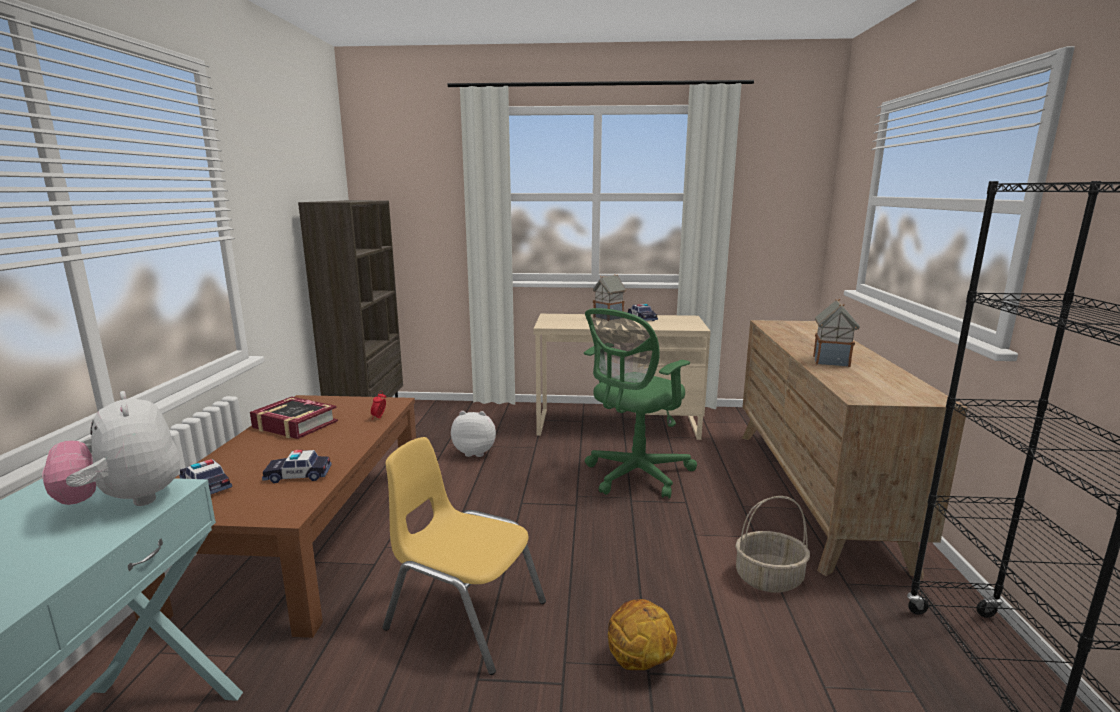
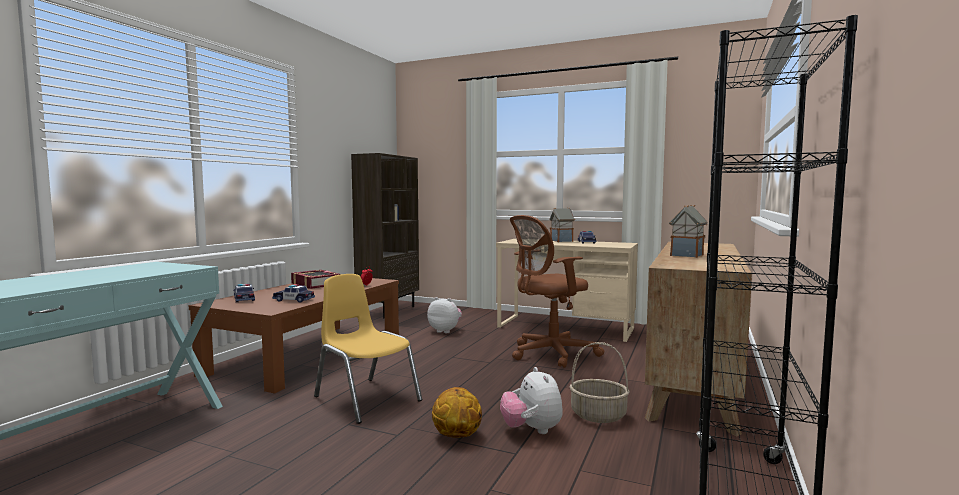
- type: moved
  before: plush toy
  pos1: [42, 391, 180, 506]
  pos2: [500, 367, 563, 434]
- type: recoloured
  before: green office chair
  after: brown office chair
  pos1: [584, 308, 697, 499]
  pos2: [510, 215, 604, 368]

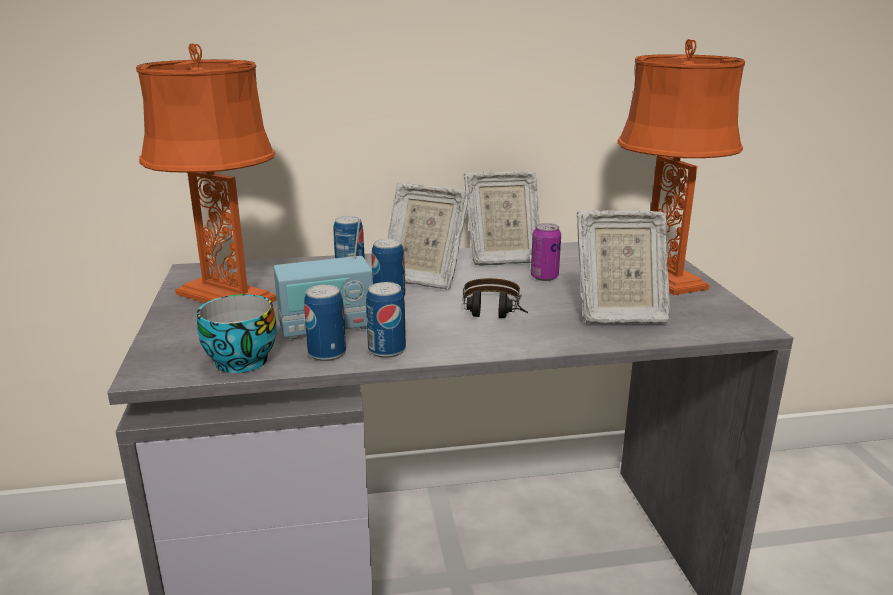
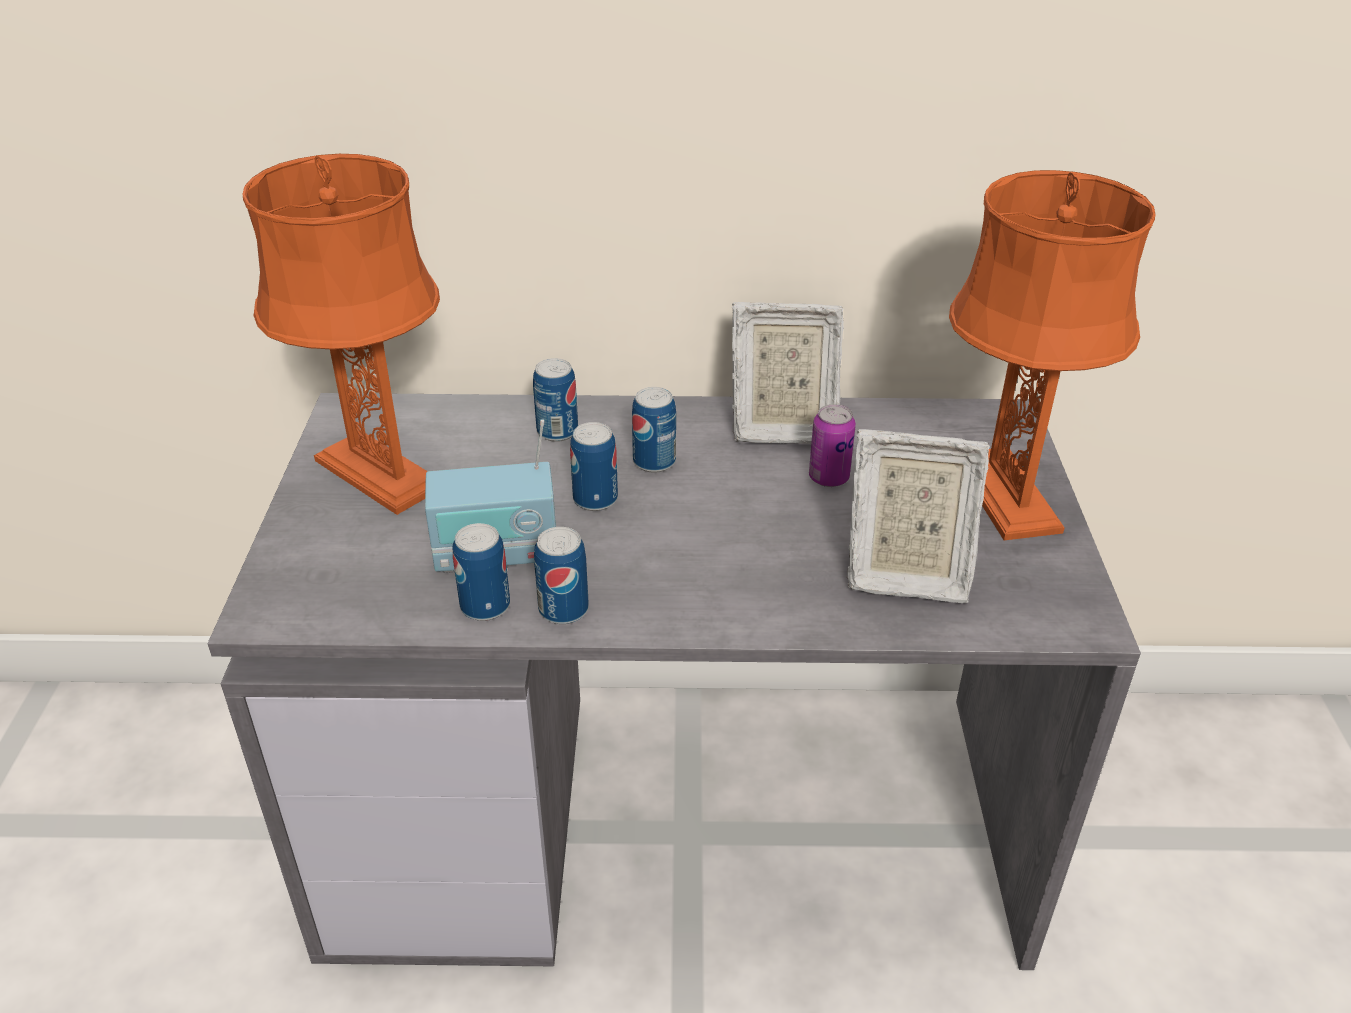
- type: replaced
  before: picture frame
  after: can
  pos1: [388, 182, 470, 290]
  pos2: [632, 387, 676, 473]
- type: removed
  before: cup
  pos1: [197, 294, 277, 373]
- type: removed
  before: headphones
  pos1: [463, 278, 528, 318]

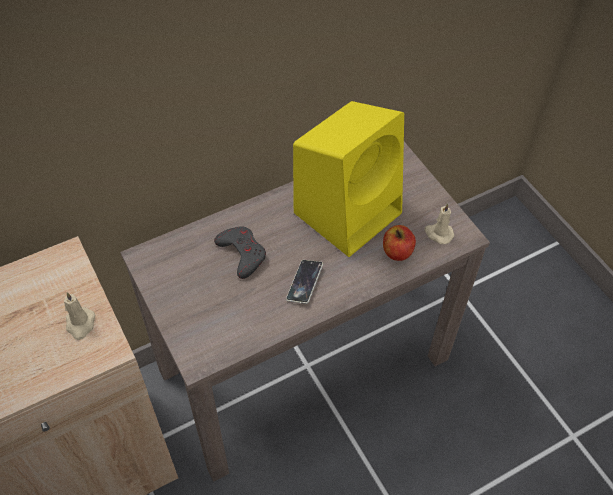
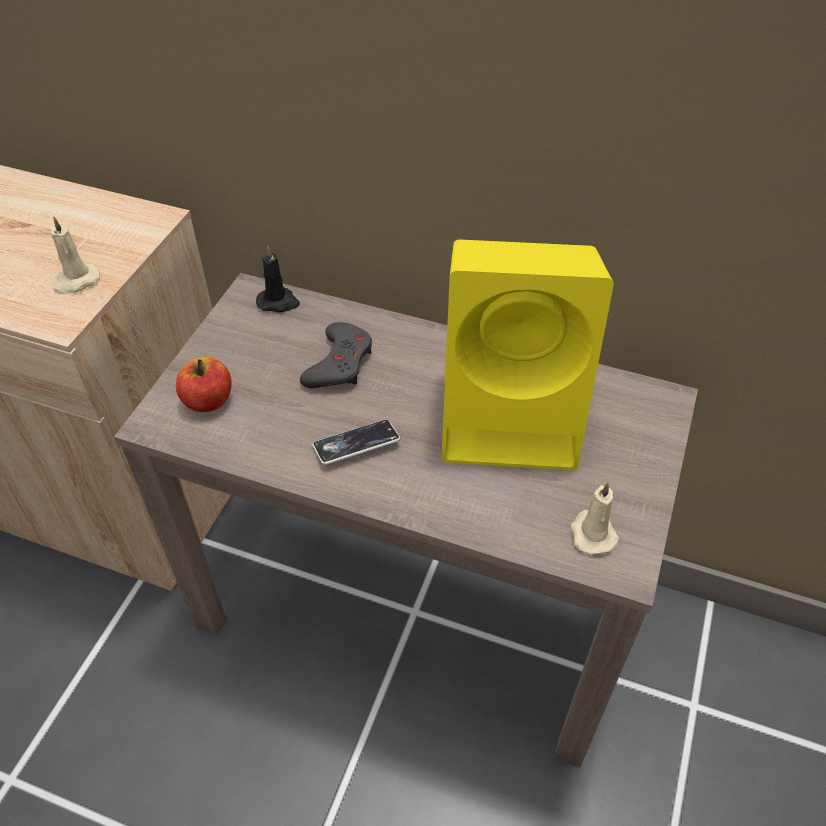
- type: moved
  before: apple
  pos1: [383, 225, 416, 261]
  pos2: [176, 357, 232, 412]
- type: added
  after: black candle
  pos2: [256, 246, 300, 313]

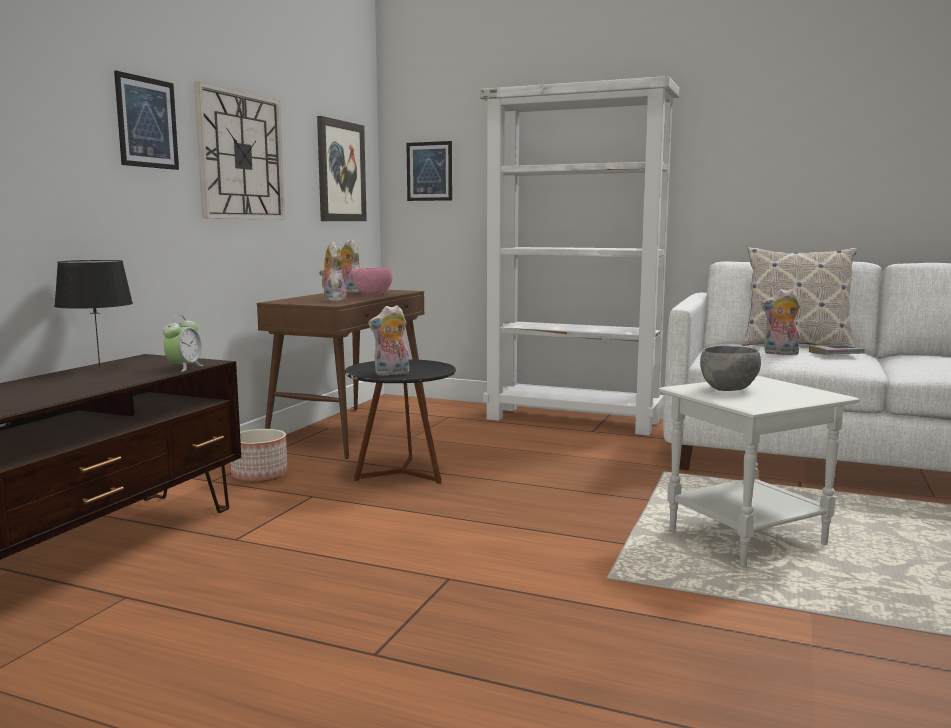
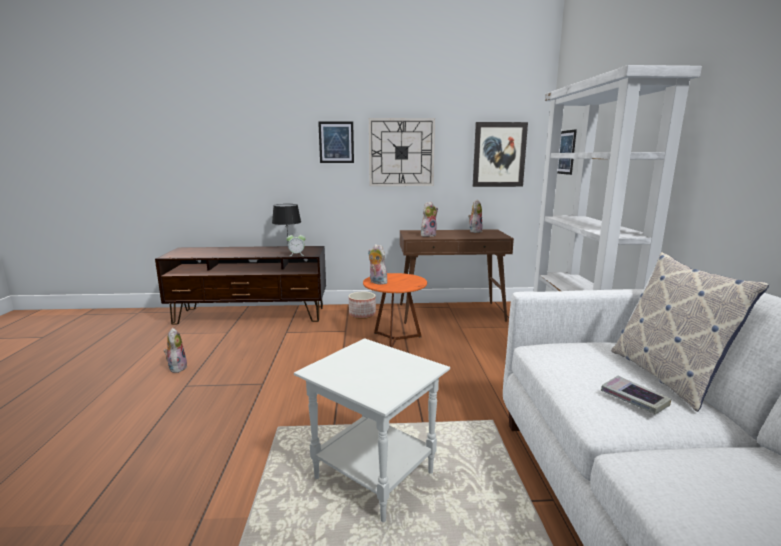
- type: moved
  before: plush toy
  pos1: [761, 289, 800, 356]
  pos2: [164, 328, 187, 373]
- type: recoloured
  before: black side table
  after: orange side table
  pos1: [345, 359, 456, 484]
  pos2: [363, 273, 427, 348]
- type: removed
  before: pink bowl
  pos1: [352, 267, 392, 295]
- type: removed
  before: grey bowl
  pos1: [700, 346, 761, 391]

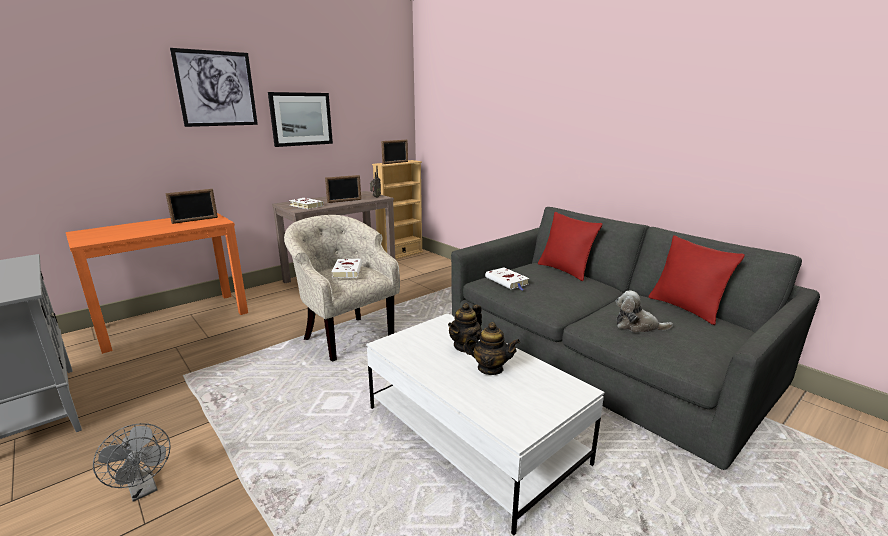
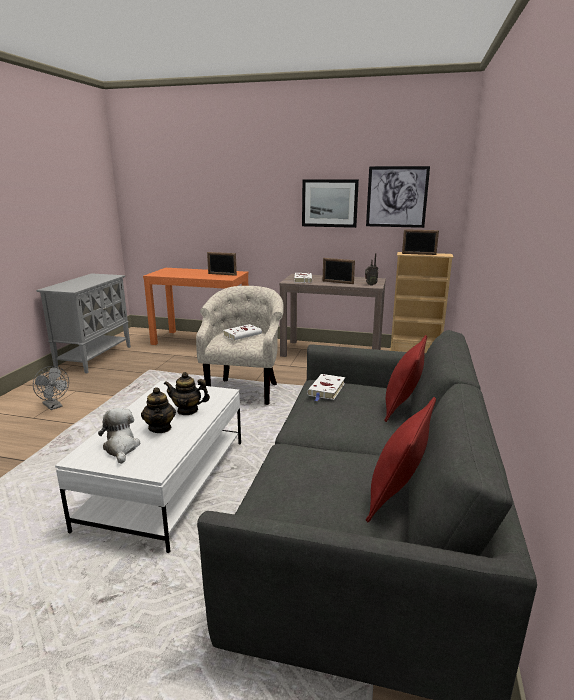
- type: turned
  before: grey fan
  pos1: [93, 423, 171, 502]
  pos2: [33, 366, 69, 410]
  turn: -60
- type: moved
  before: plush toy
  pos1: [616, 290, 673, 333]
  pos2: [98, 408, 140, 464]
- type: moved
  before: picture
  pos1: [170, 48, 258, 127]
  pos2: [366, 166, 430, 228]

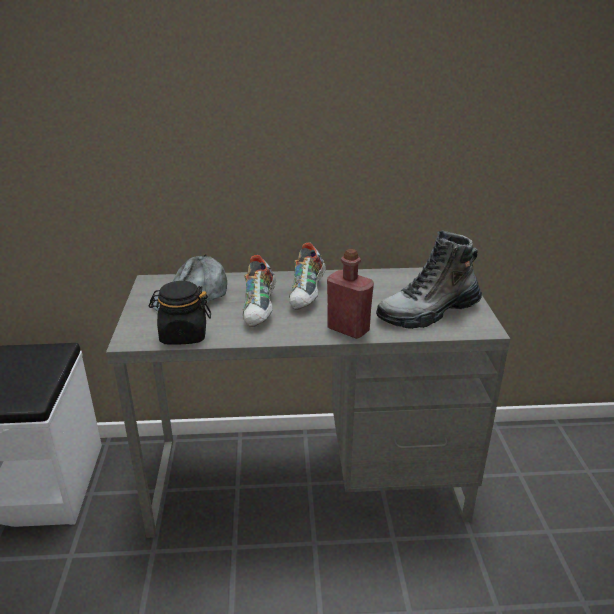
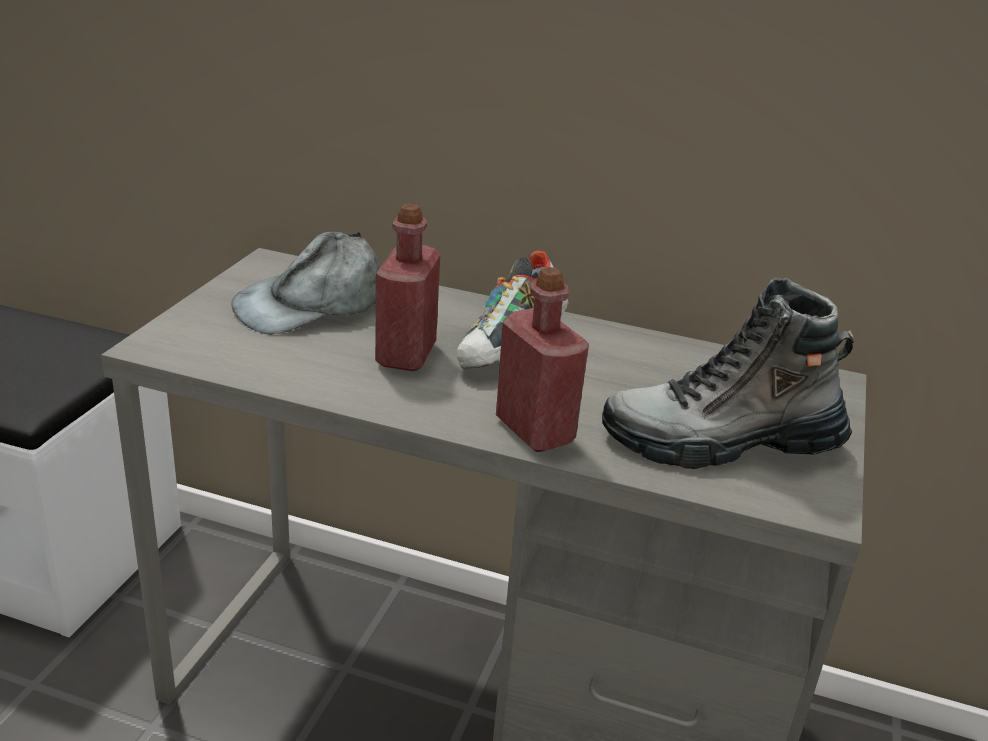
- type: replaced
  before: shoe
  after: red bottle
  pos1: [243, 255, 276, 327]
  pos2: [375, 204, 440, 371]
- type: removed
  before: black jar
  pos1: [149, 281, 211, 345]

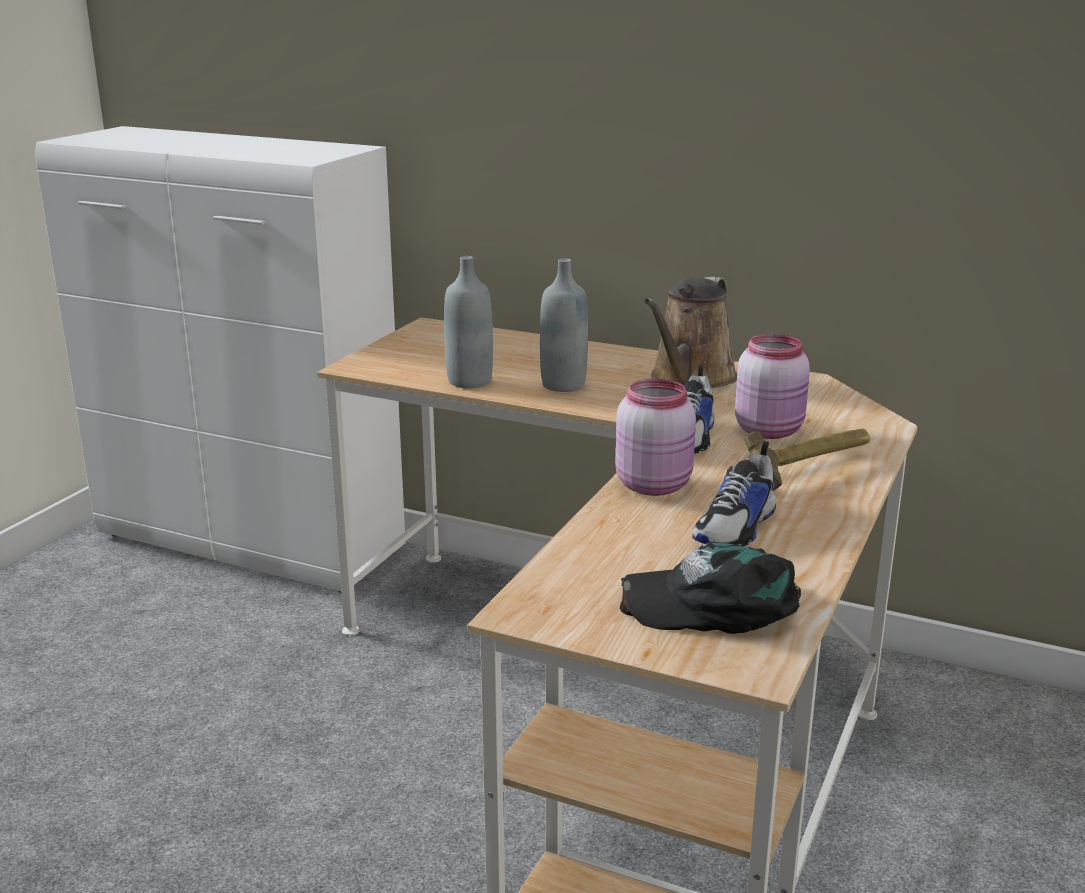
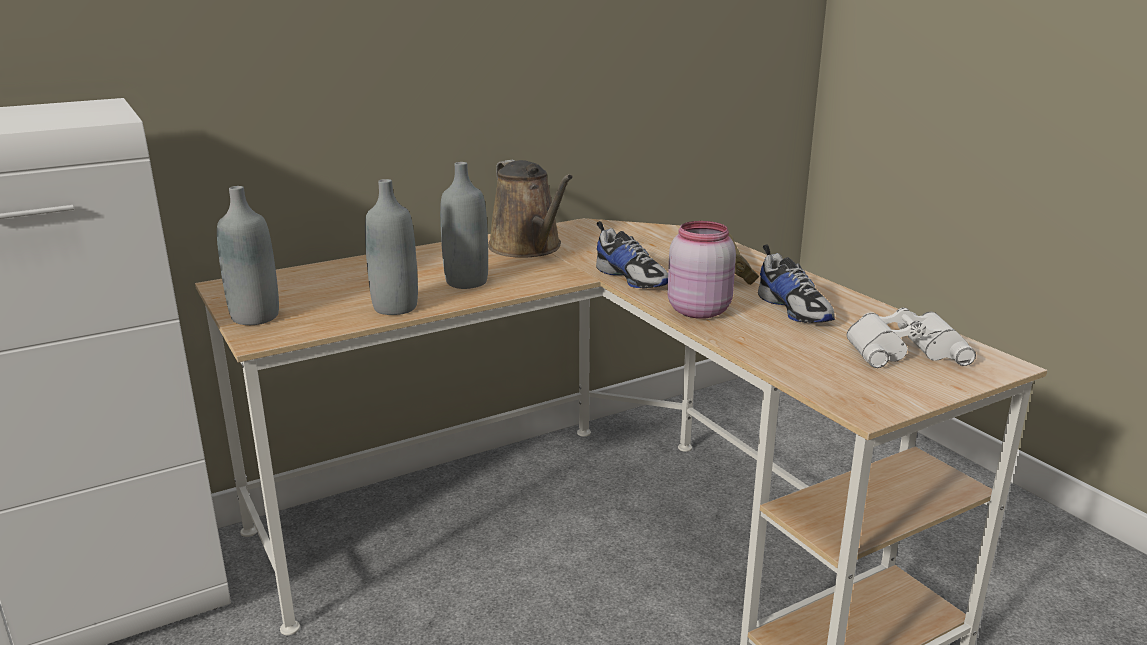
- type: added
  after: grey bottle
  pos2: [217, 186, 279, 325]
- type: replaced
  before: black cap
  after: white binoculars
  pos1: [620, 542, 801, 634]
  pos2: [847, 308, 976, 368]
- type: removed
  before: pink jar
  pos1: [735, 334, 810, 439]

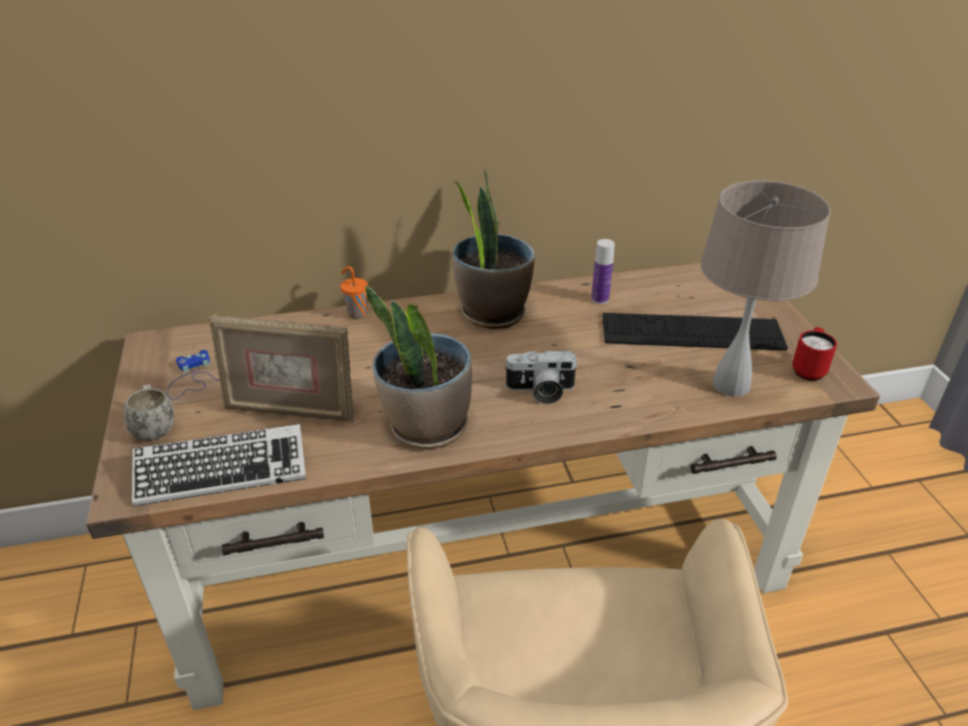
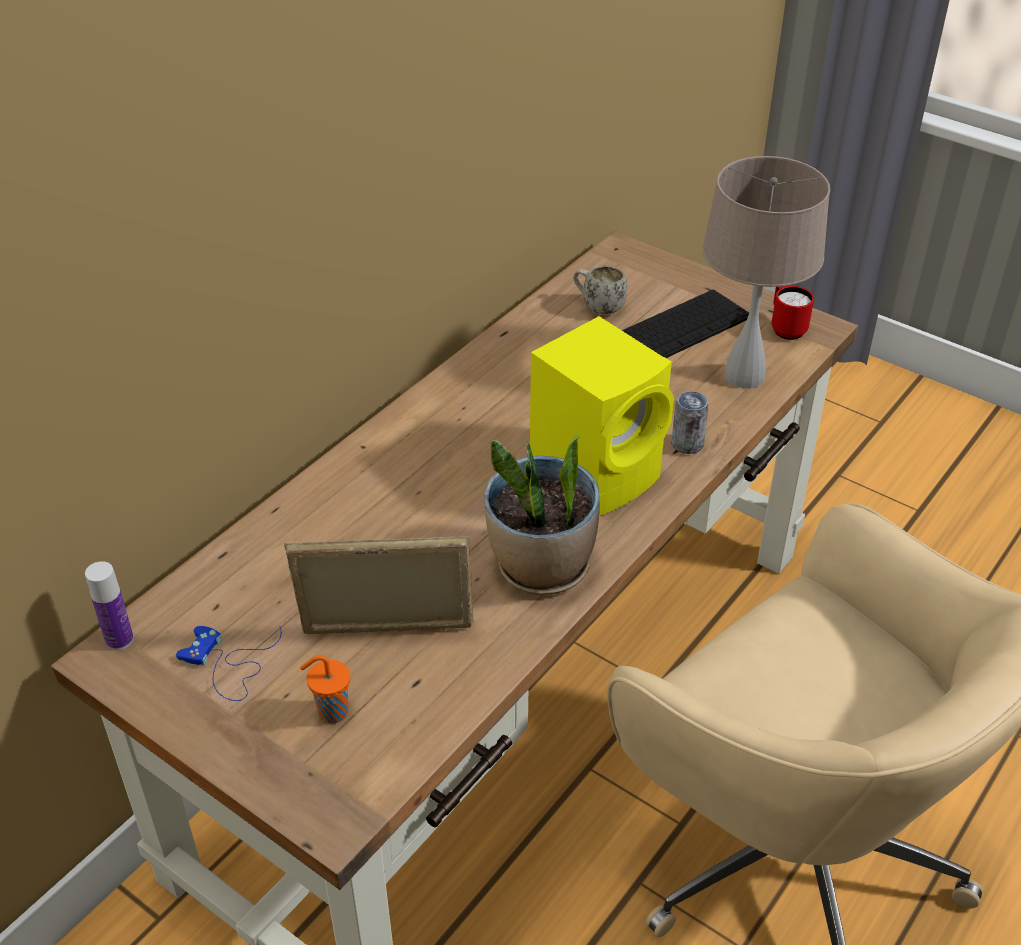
- type: moved
  before: bottle
  pos1: [591, 239, 615, 304]
  pos2: [85, 561, 134, 650]
- type: turned
  before: picture frame
  pos1: [209, 315, 354, 422]
  pos2: [284, 536, 474, 634]
  turn: -150
- type: moved
  before: orange cup
  pos1: [340, 266, 368, 320]
  pos2: [300, 655, 350, 723]
- type: replaced
  before: photo camera
  after: yellow speaker
  pos1: [504, 351, 578, 404]
  pos2: [530, 316, 674, 516]
- type: moved
  before: white mug
  pos1: [124, 384, 174, 440]
  pos2: [573, 265, 627, 314]
- type: added
  after: can
  pos2: [671, 391, 709, 454]
- type: removed
  before: keyboard
  pos1: [132, 424, 306, 506]
- type: removed
  before: potted plant
  pos1: [452, 170, 535, 329]

